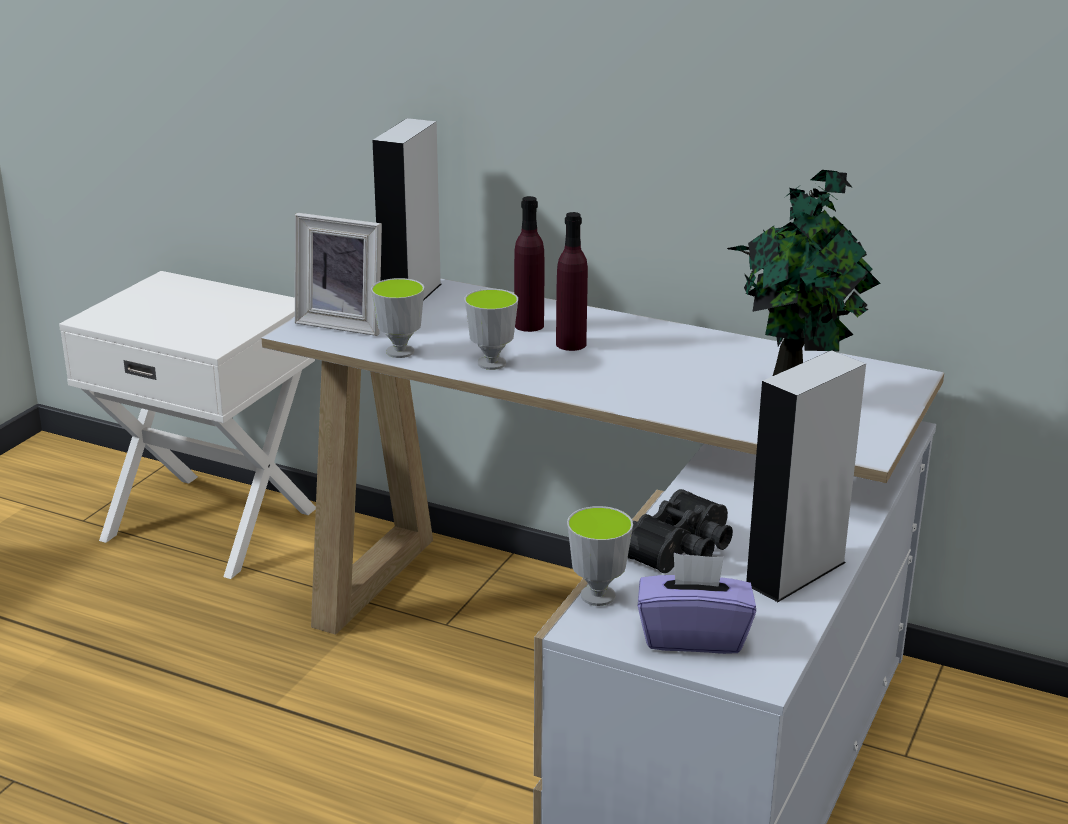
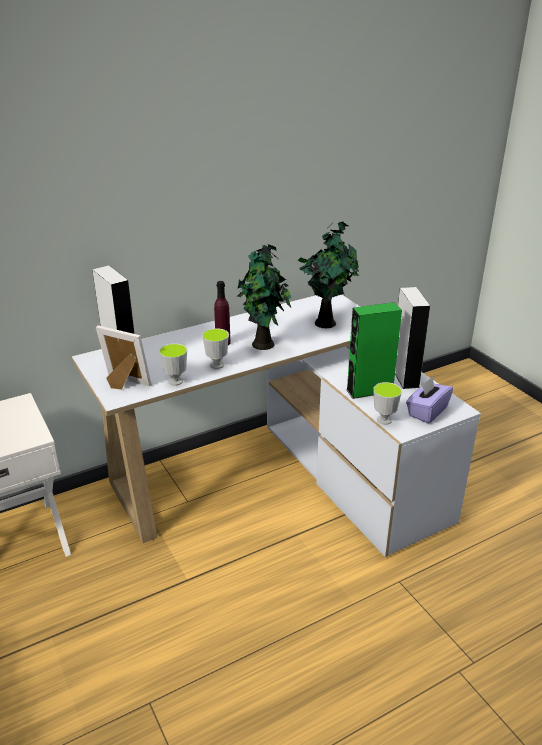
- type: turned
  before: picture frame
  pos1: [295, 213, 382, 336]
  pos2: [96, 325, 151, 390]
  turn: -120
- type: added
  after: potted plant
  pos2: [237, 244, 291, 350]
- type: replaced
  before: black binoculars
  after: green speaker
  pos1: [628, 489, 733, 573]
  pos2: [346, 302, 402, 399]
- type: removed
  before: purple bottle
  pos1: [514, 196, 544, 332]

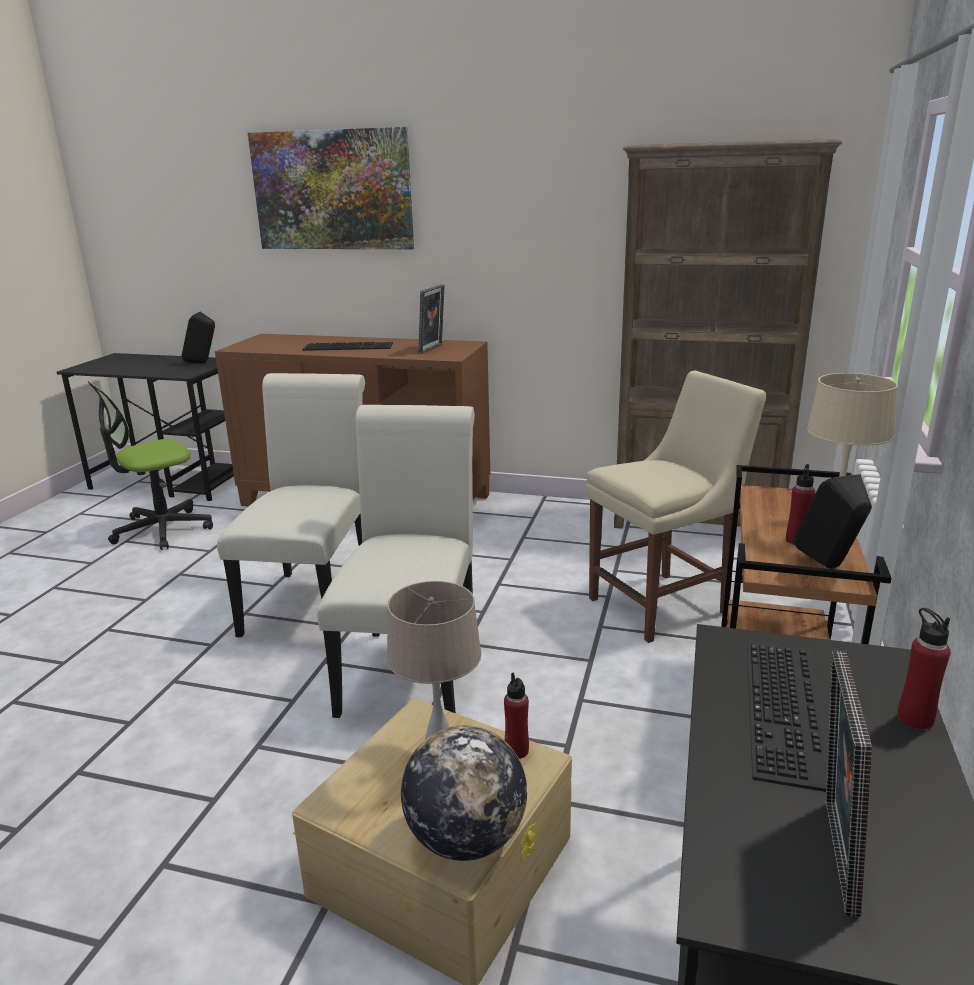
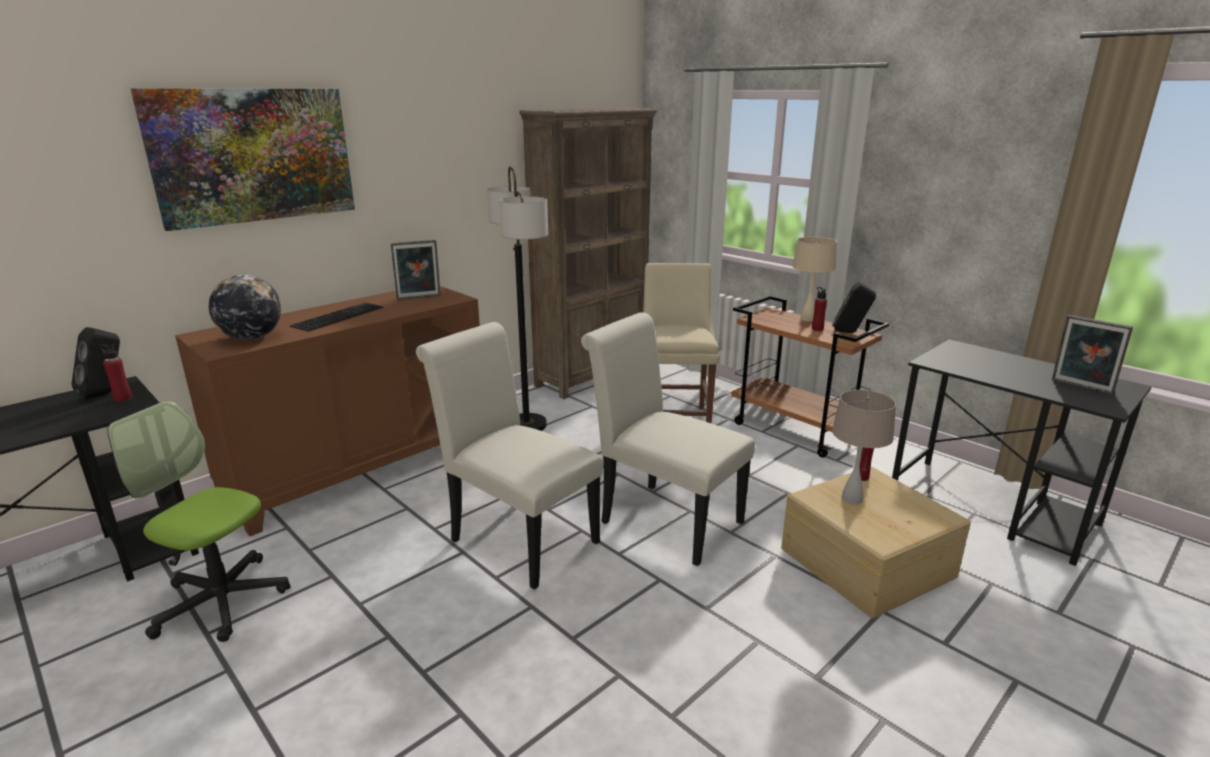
- type: moved
  before: red bottle
  pos1: [897, 608, 951, 730]
  pos2: [99, 344, 132, 402]
- type: turned
  before: office chair
  pos1: [87, 381, 213, 550]
  pos2: [107, 401, 291, 642]
  turn: 120
- type: moved
  before: globe
  pos1: [401, 725, 527, 861]
  pos2: [209, 275, 281, 340]
- type: turned
  before: picture frame
  pos1: [418, 284, 445, 354]
  pos2: [391, 240, 441, 300]
  turn: 105
- type: added
  after: floor lamp
  pos2: [487, 166, 548, 431]
- type: removed
  before: keyboard
  pos1: [747, 641, 828, 792]

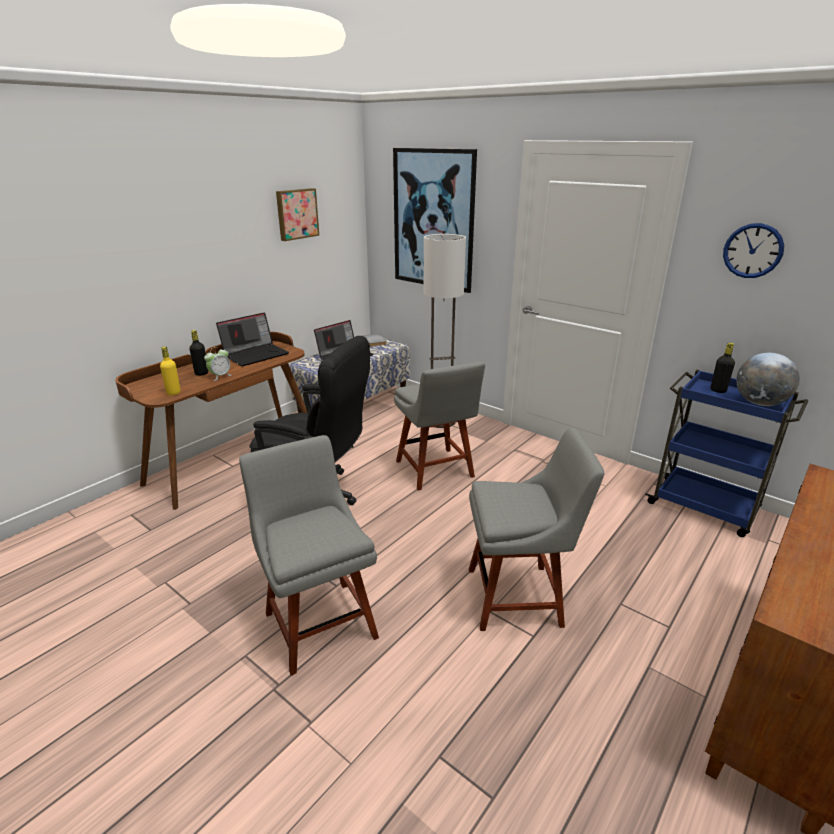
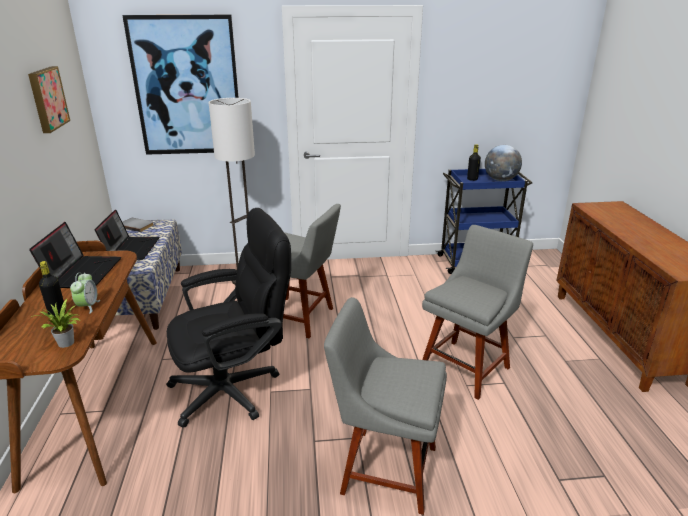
- type: replaced
  before: yellow bottle
  after: potted plant
  pos1: [160, 346, 181, 395]
  pos2: [31, 299, 81, 348]
- type: removed
  before: wall clock
  pos1: [723, 223, 784, 278]

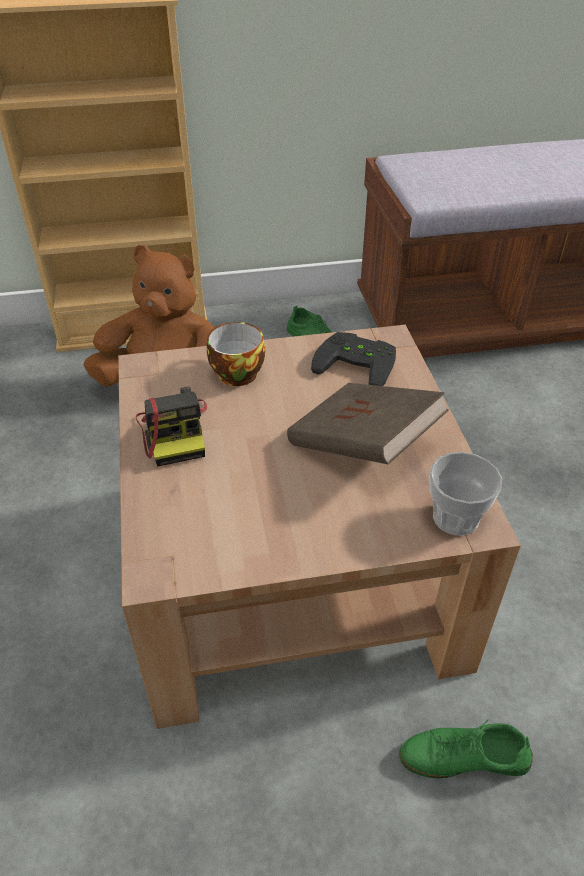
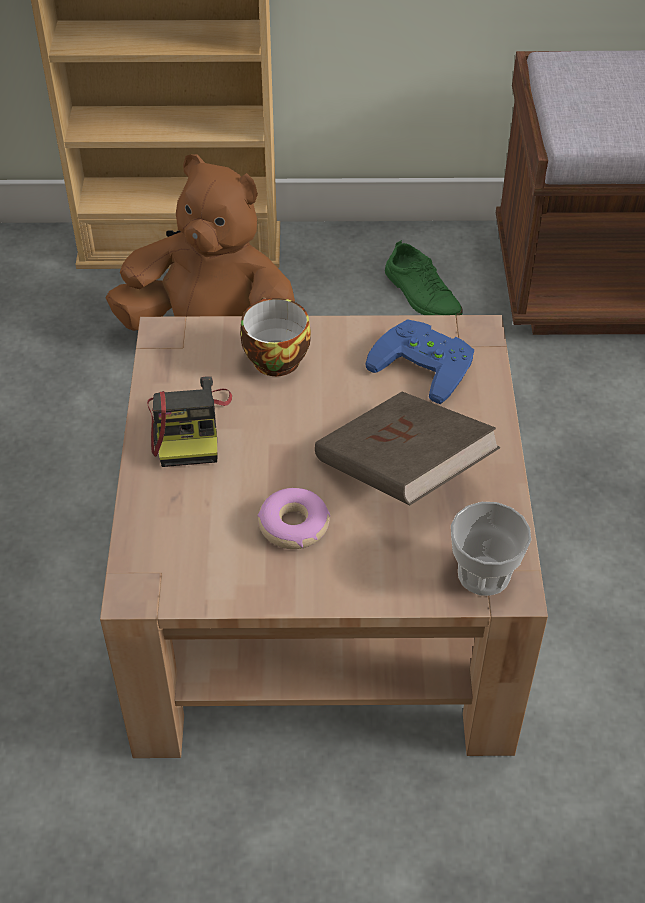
- type: added
  after: donut
  pos2: [257, 488, 330, 549]
- type: recoloured
  before: black game controller
  after: blue game controller
  pos1: [311, 332, 396, 386]
  pos2: [366, 319, 474, 404]
- type: removed
  before: green shoe
  pos1: [399, 719, 533, 779]

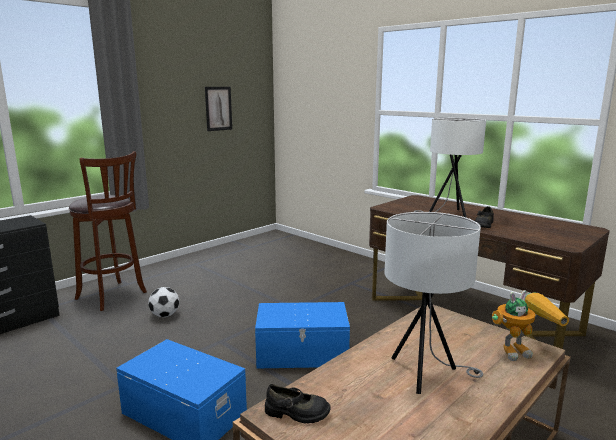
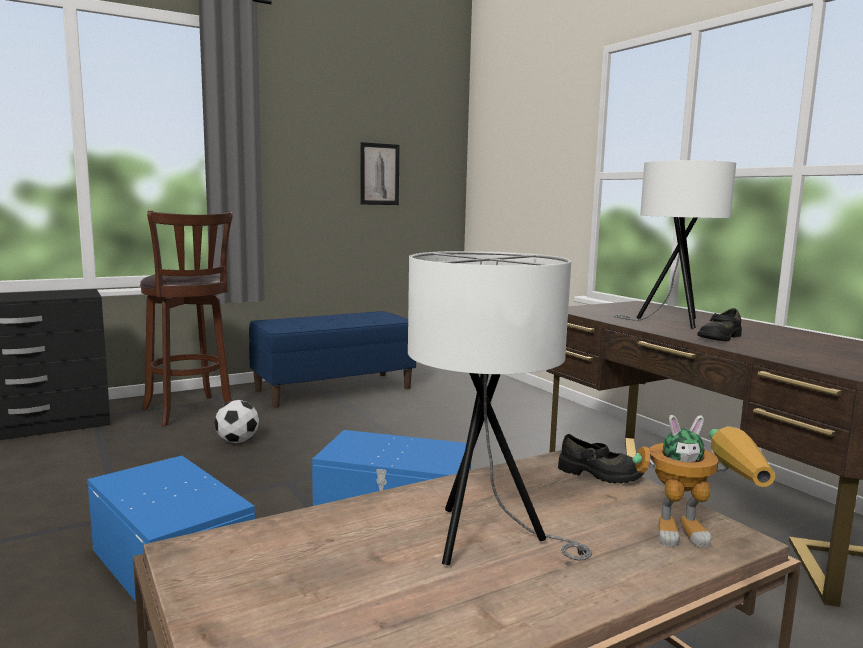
- type: added
  after: blue bench
  pos2: [249, 311, 416, 408]
- type: moved
  before: black shoe
  pos1: [265, 384, 331, 424]
  pos2: [558, 434, 644, 483]

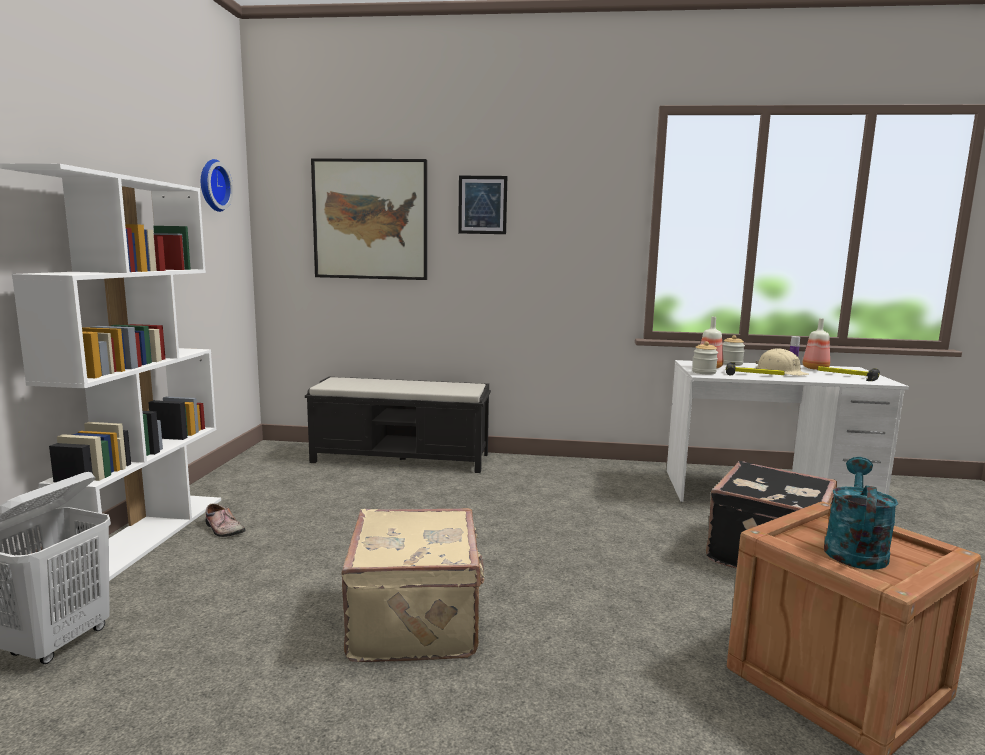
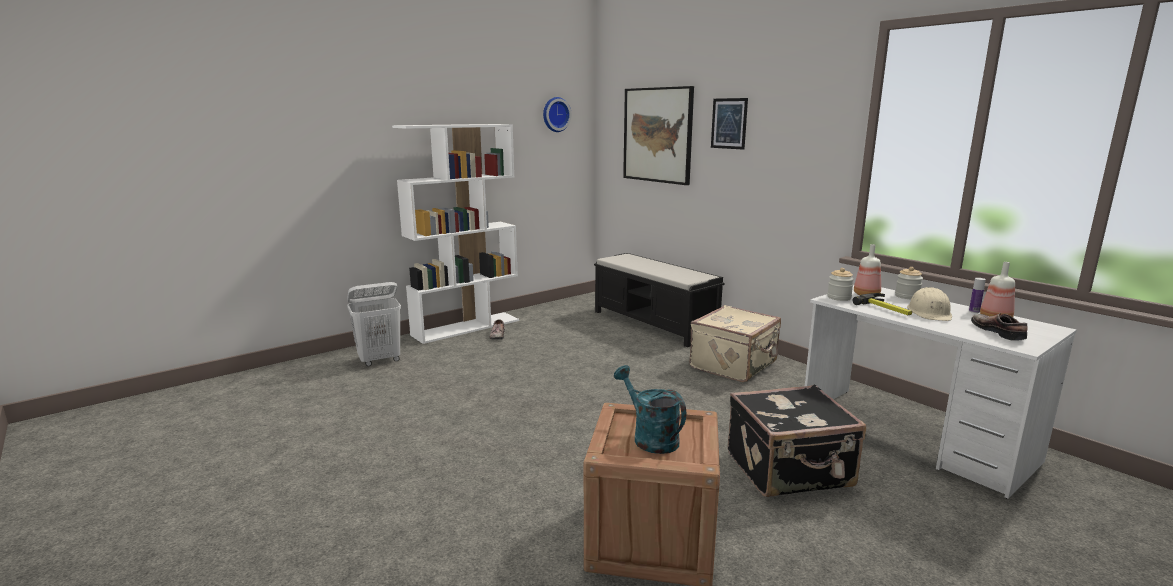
- type: turned
  before: turquoise watering can
  pos1: [824, 457, 898, 570]
  pos2: [614, 365, 686, 454]
  turn: -105
- type: moved
  before: beige suitcase
  pos1: [341, 508, 485, 662]
  pos2: [689, 305, 781, 382]
- type: replaced
  before: hammer
  after: shoe
  pos1: [818, 366, 880, 381]
  pos2: [971, 313, 1028, 341]

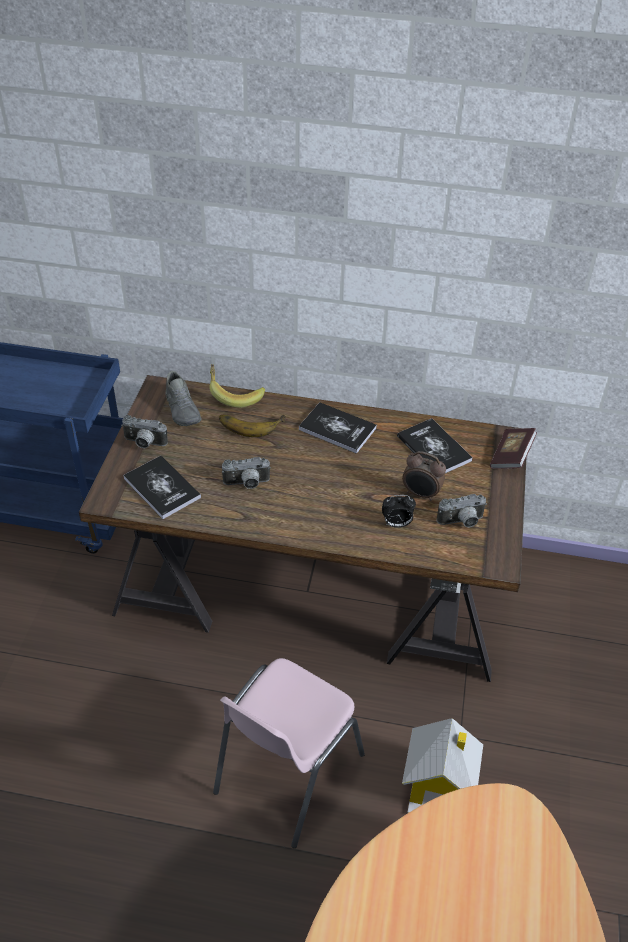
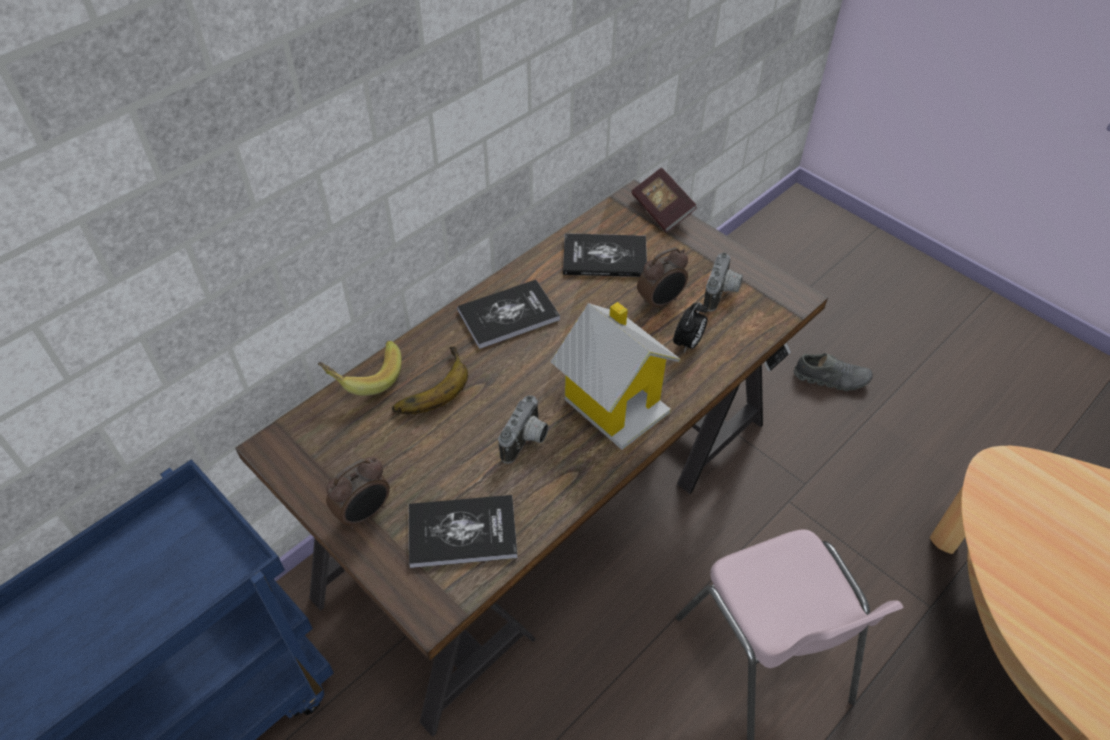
- type: replaced
  before: photo camera
  after: alarm clock
  pos1: [121, 415, 168, 448]
  pos2: [326, 457, 390, 529]
- type: moved
  before: toy house
  pos1: [402, 718, 483, 813]
  pos2: [550, 302, 681, 450]
- type: moved
  before: grey shoe
  pos1: [165, 371, 201, 426]
  pos2: [794, 353, 873, 391]

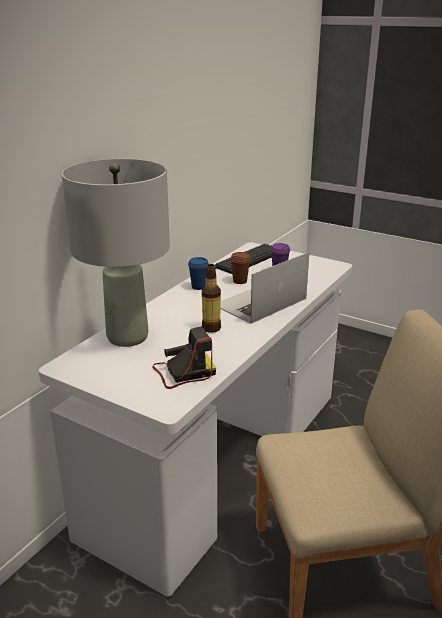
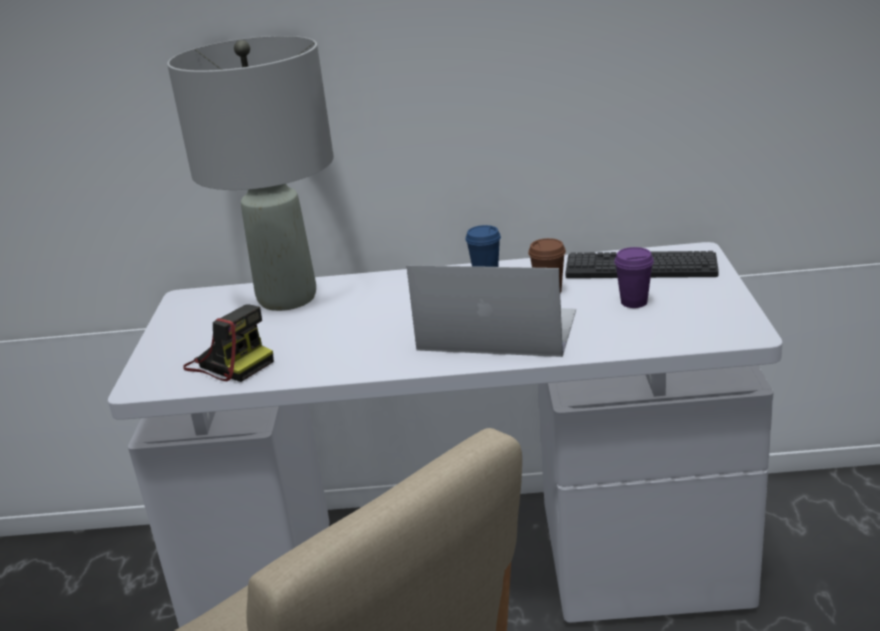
- type: removed
  before: bottle
  pos1: [202, 264, 221, 333]

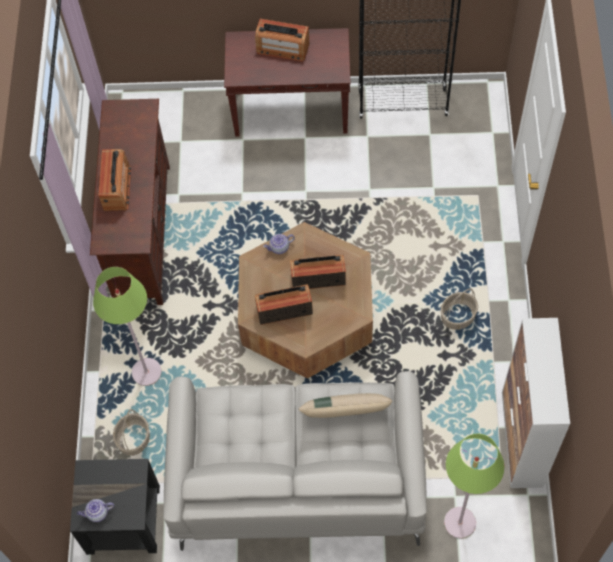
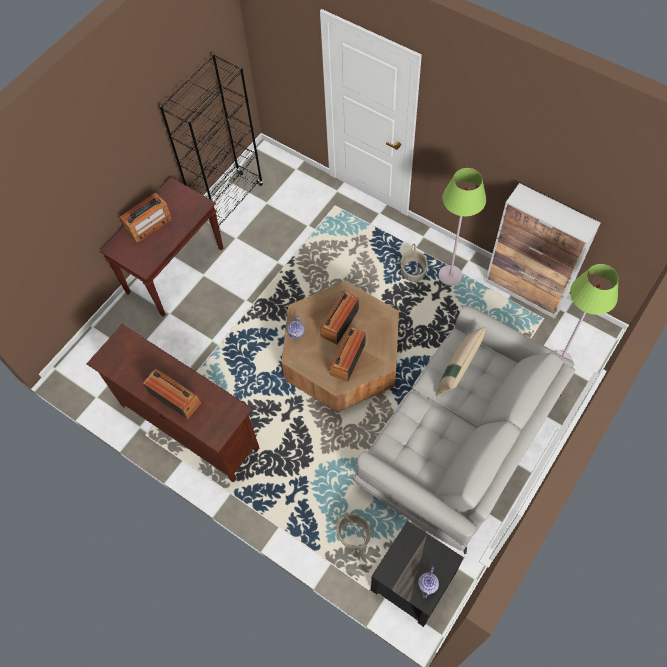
- type: moved
  before: green floor lamp
  pos1: [93, 267, 162, 386]
  pos2: [439, 168, 486, 286]

